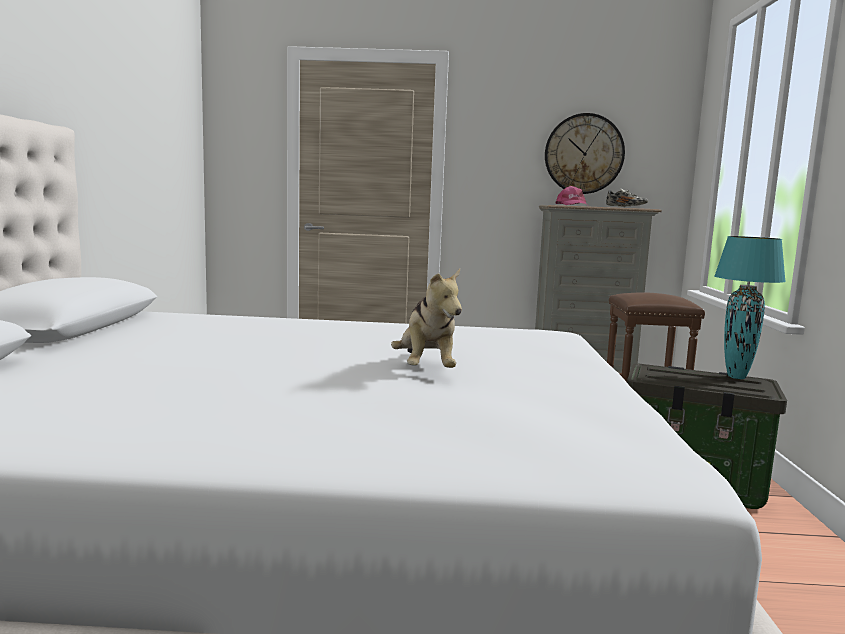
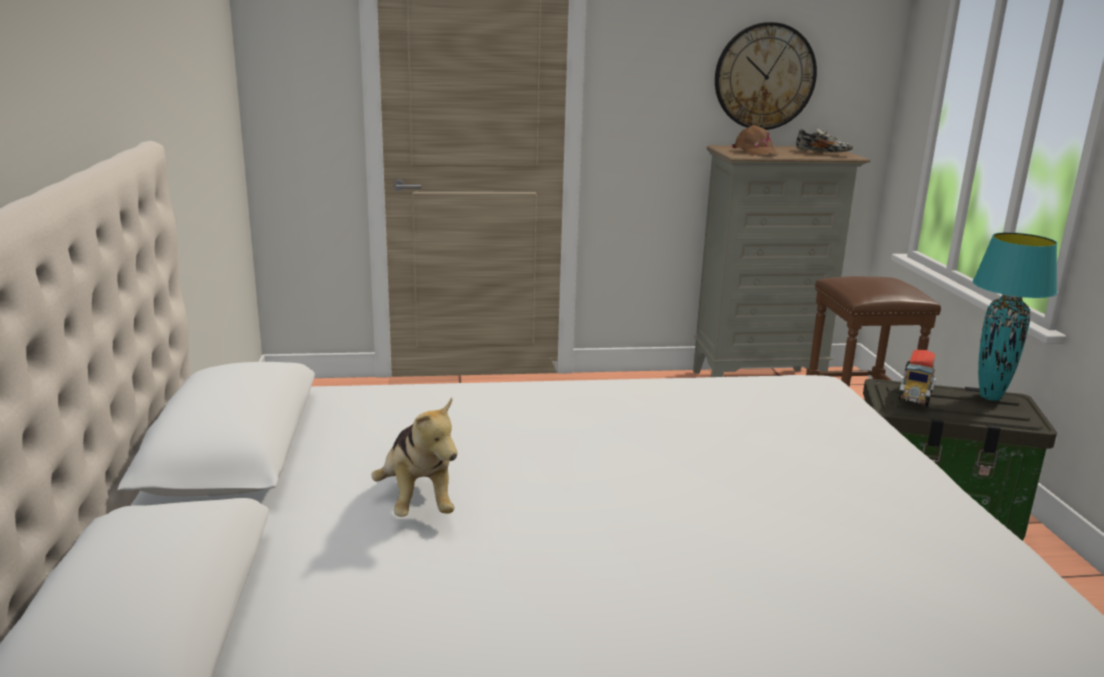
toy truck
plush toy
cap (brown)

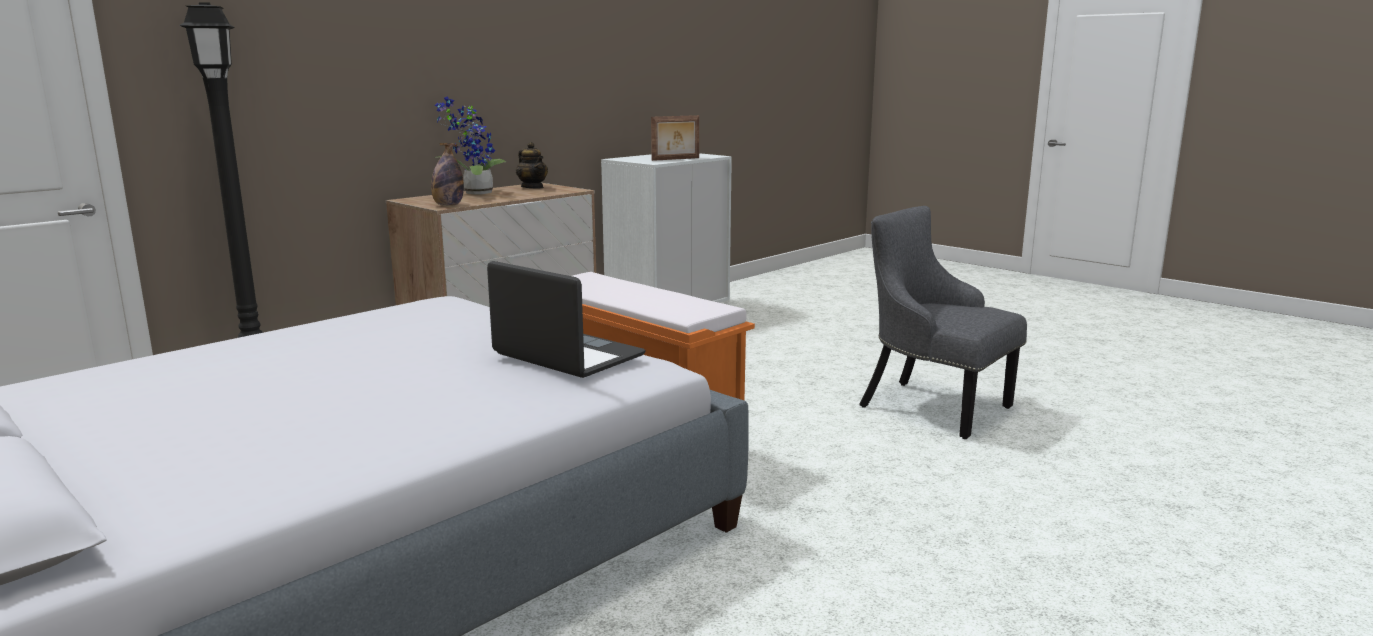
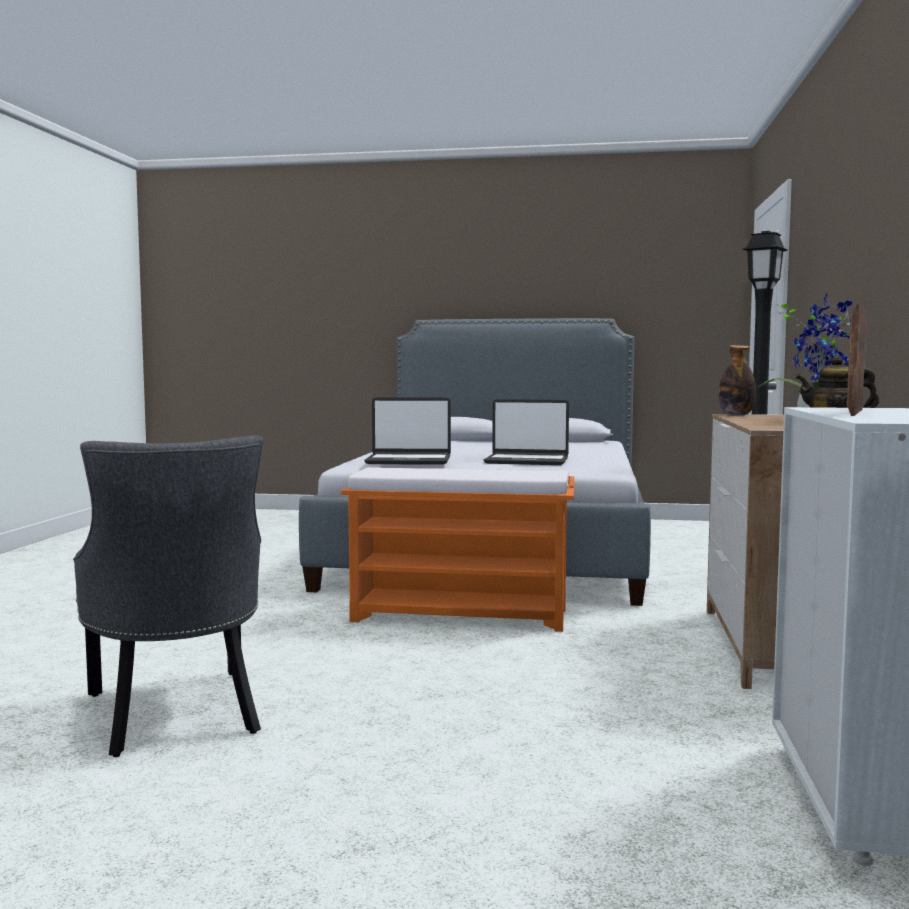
laptop (2nd from left)
armchair (grey)

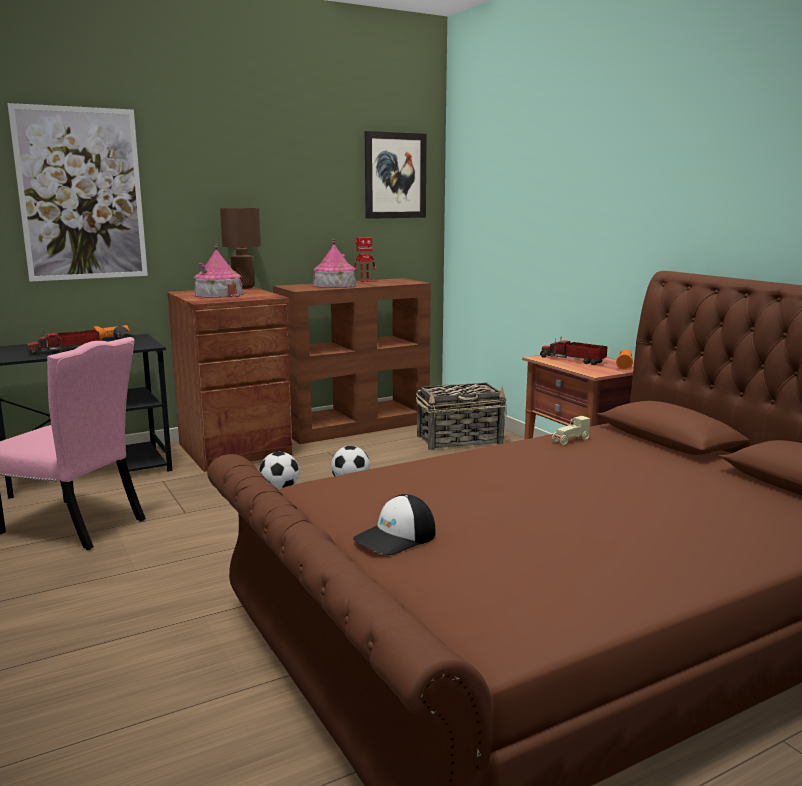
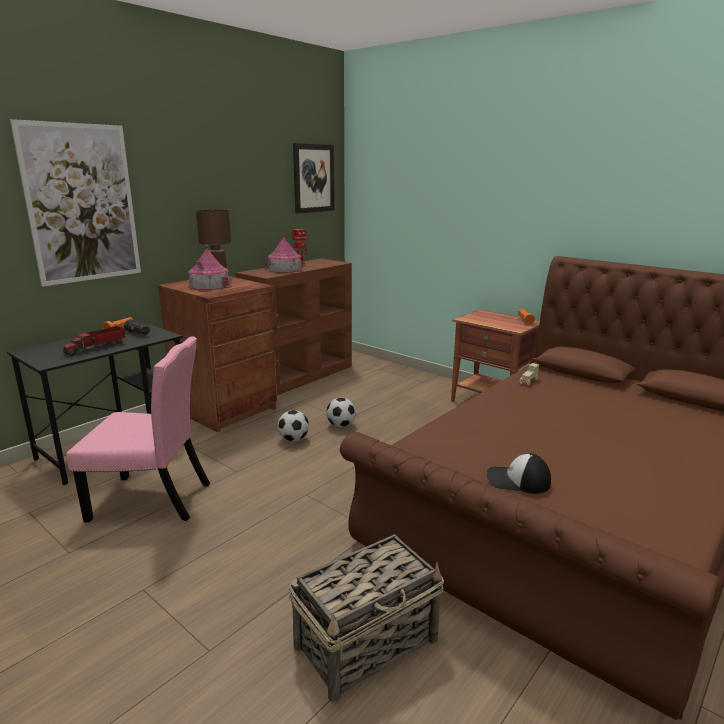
toy truck (2nd from left in the first image)
basket
cap

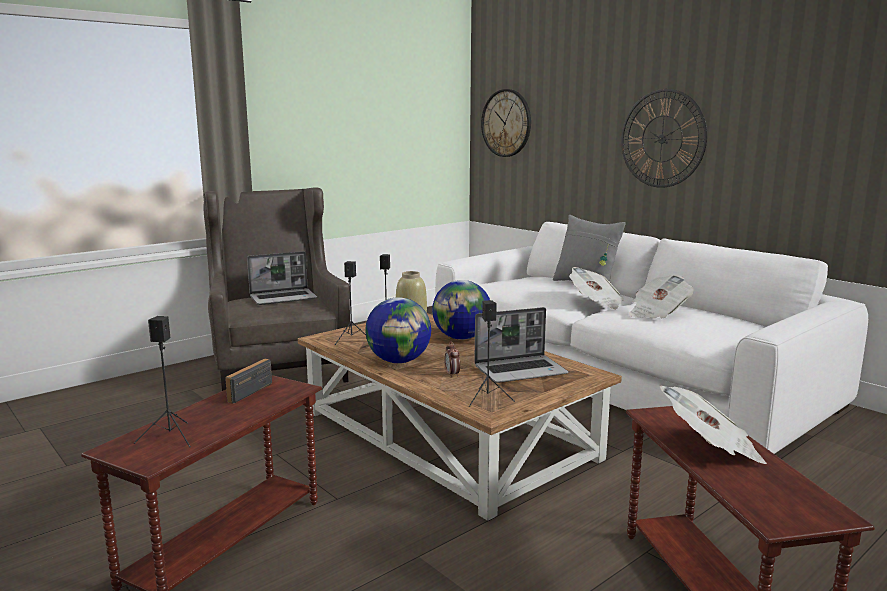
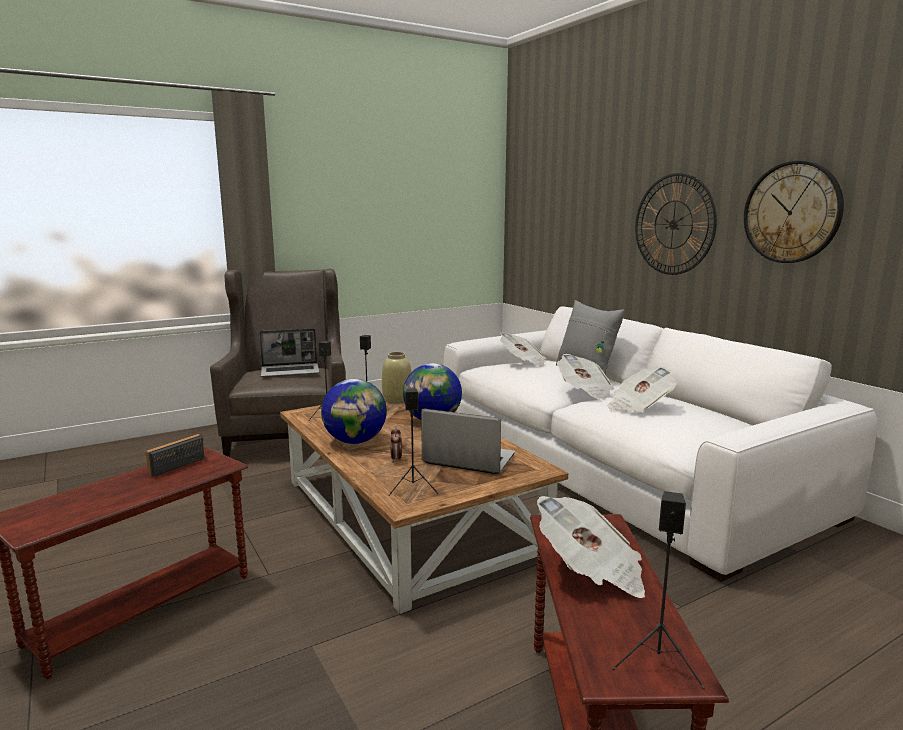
newspaper (1st from left)
speaker (black) (4th from left)
wall clock (2nd from left)
laptop (2nd from left)

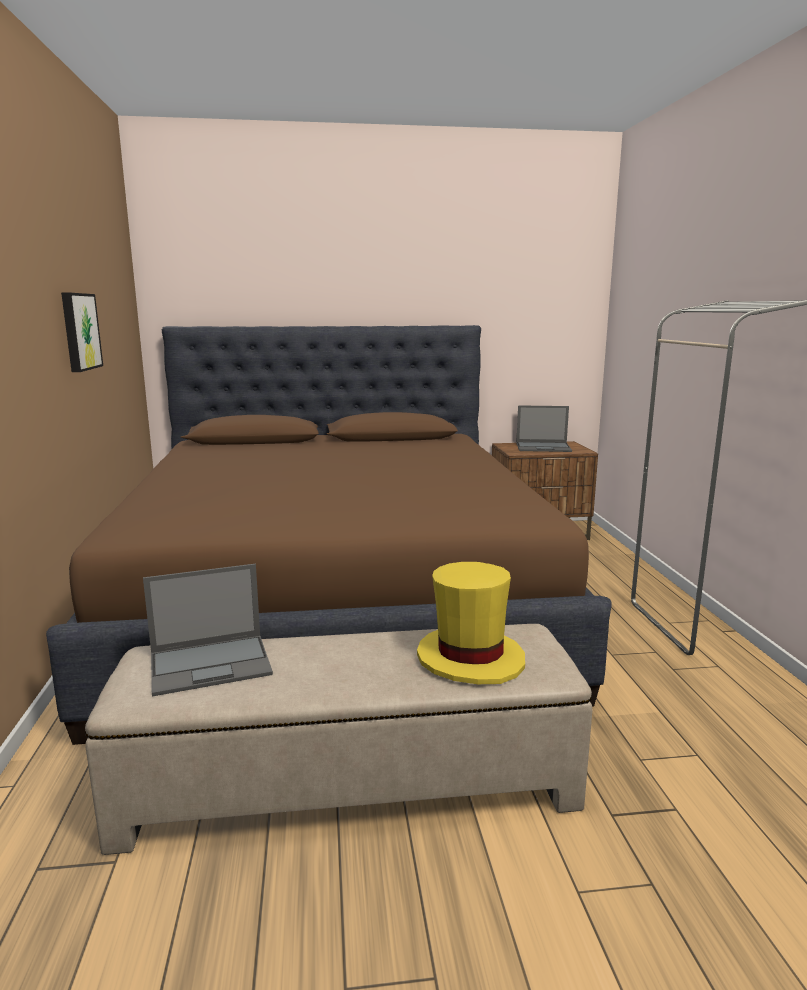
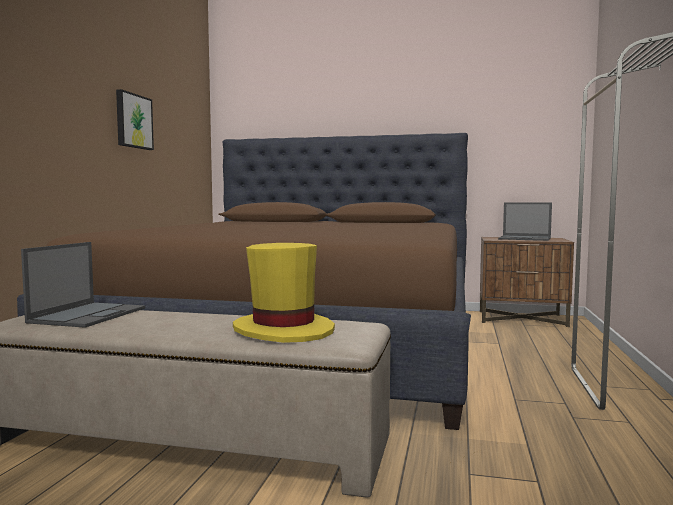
laptop (1st from left)

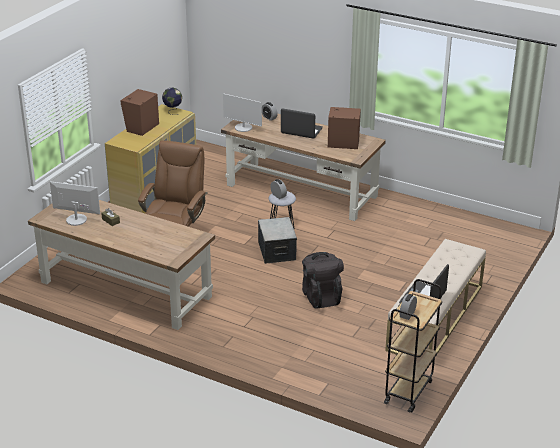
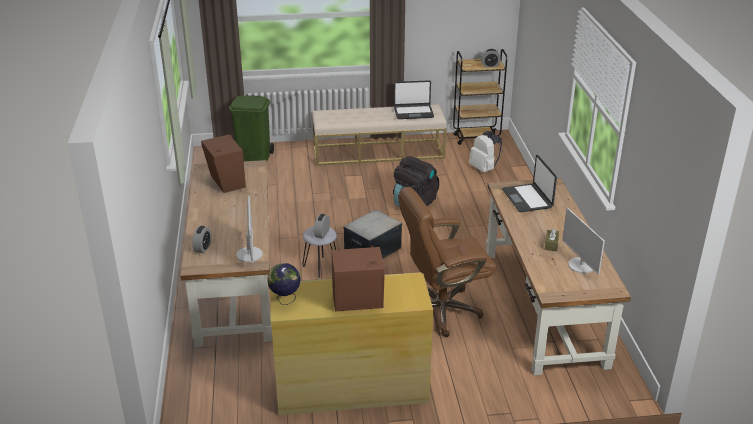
trash can (green)
backpack (white)
laptop (2nd from left)

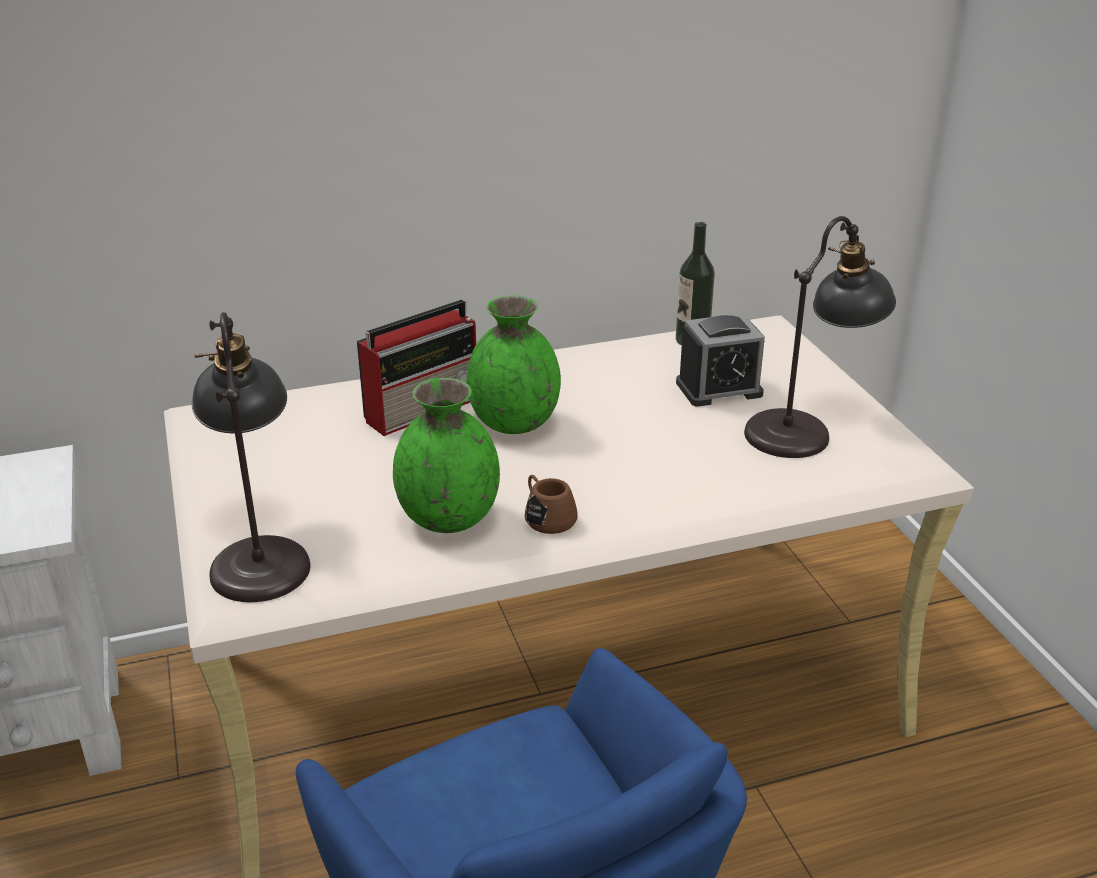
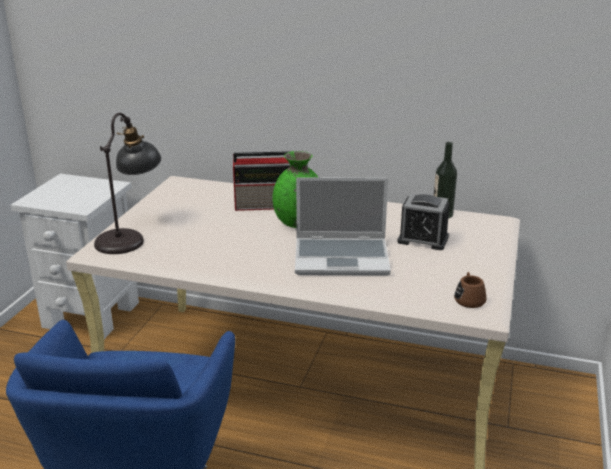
vase (green) (1st from left in the first image)
table lamp (grey) (2nd from left in the first image)
laptop
mug (brown)

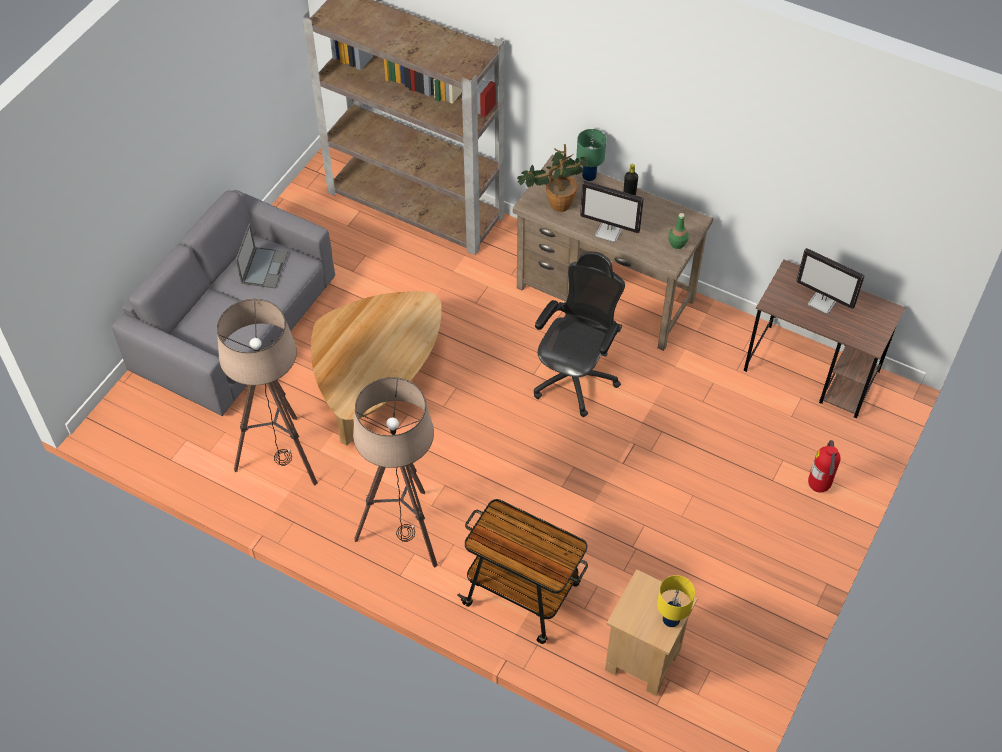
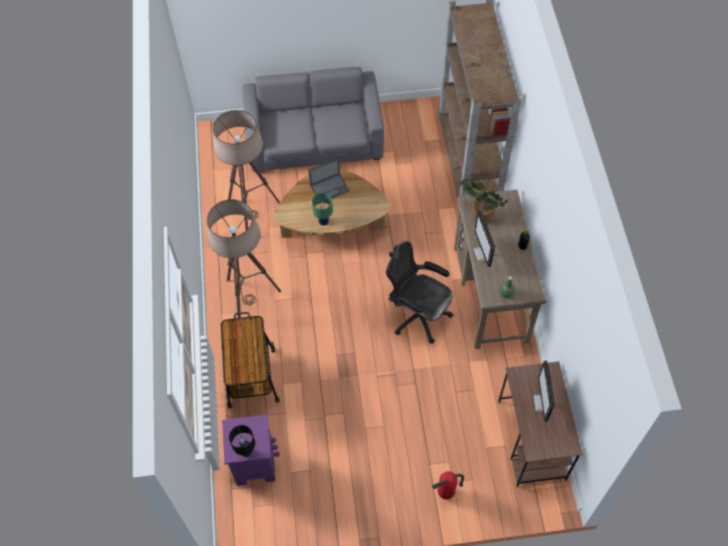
laptop
table lamp (green)
nightstand (purple)
table lamp (black)
office chair

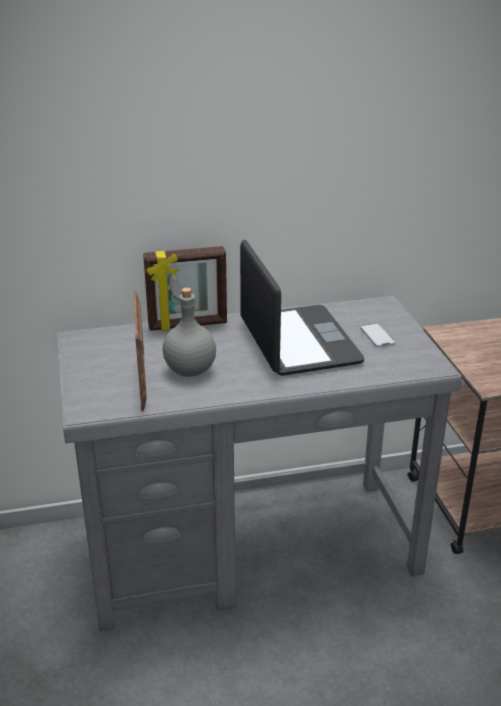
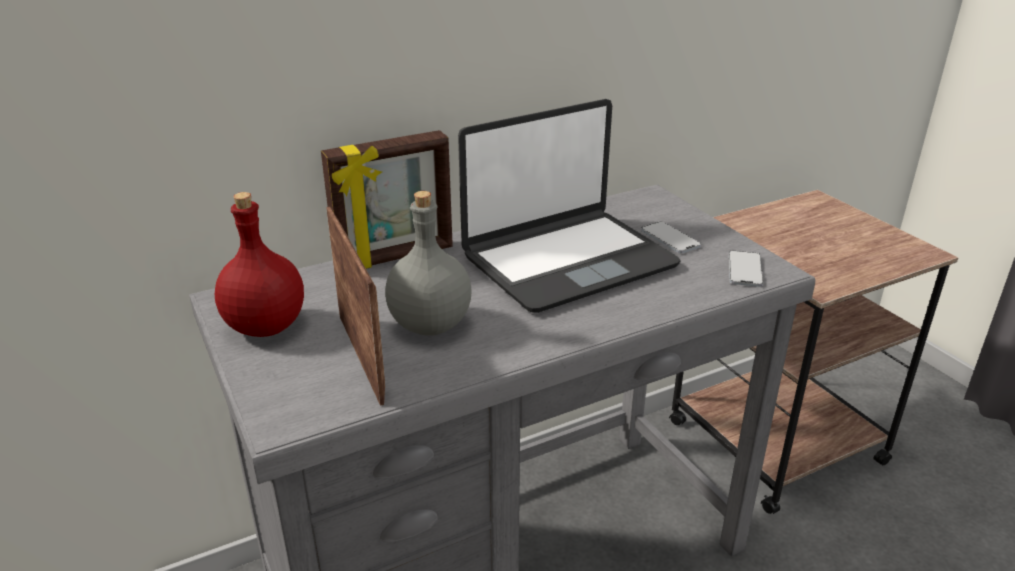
bottle (red)
phone (2nd from left)
laptop

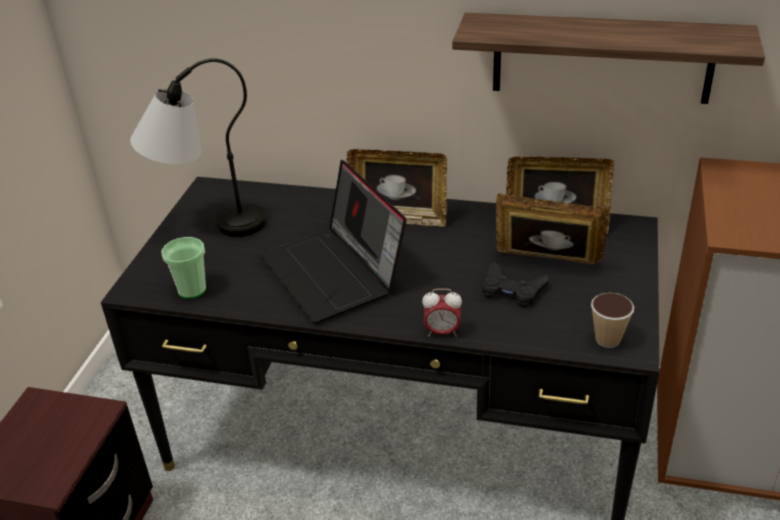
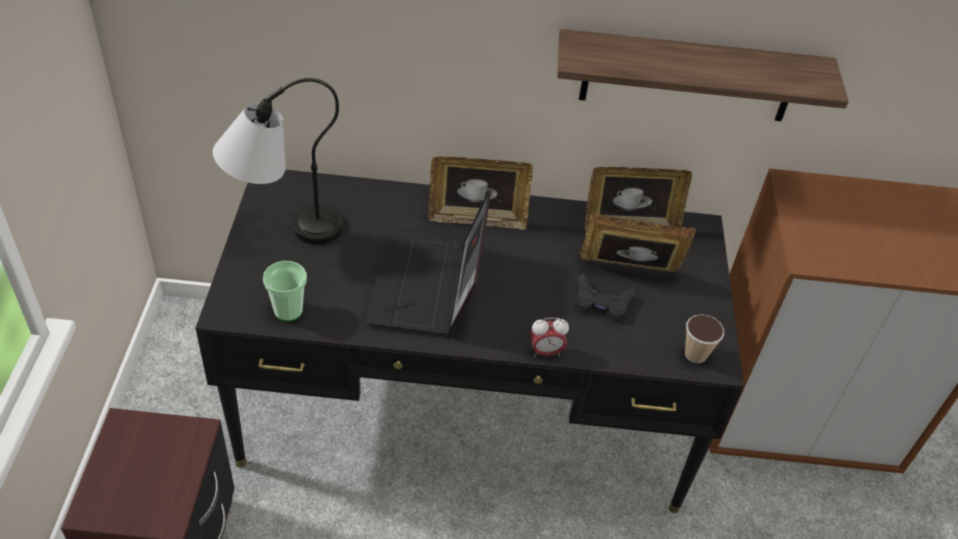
laptop

